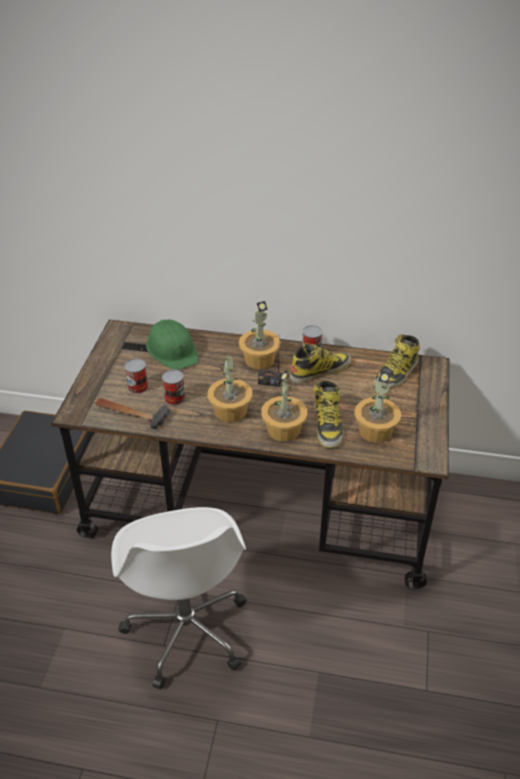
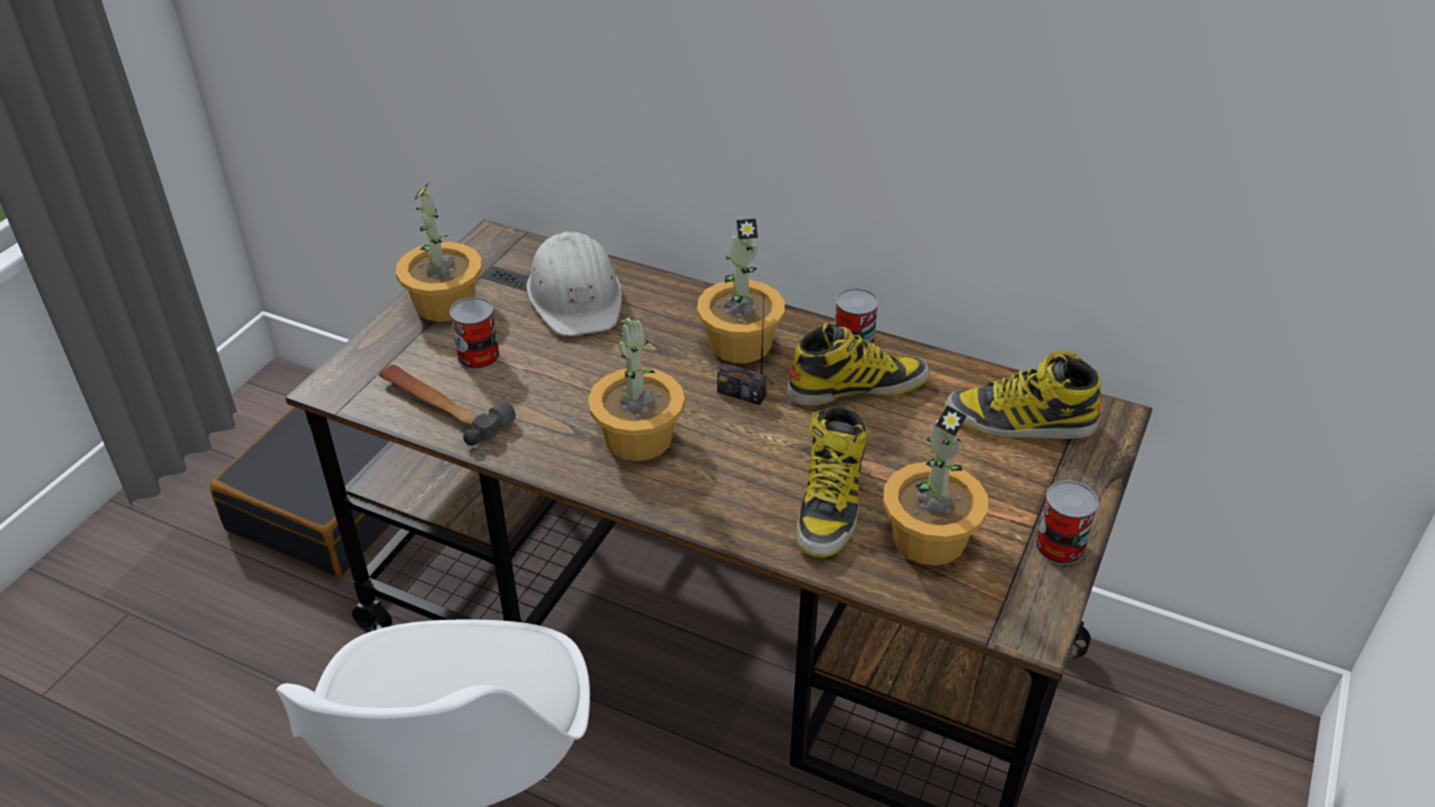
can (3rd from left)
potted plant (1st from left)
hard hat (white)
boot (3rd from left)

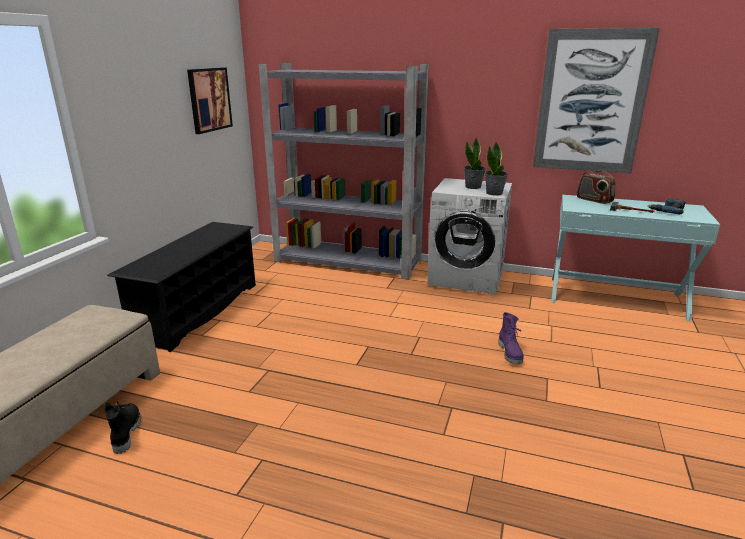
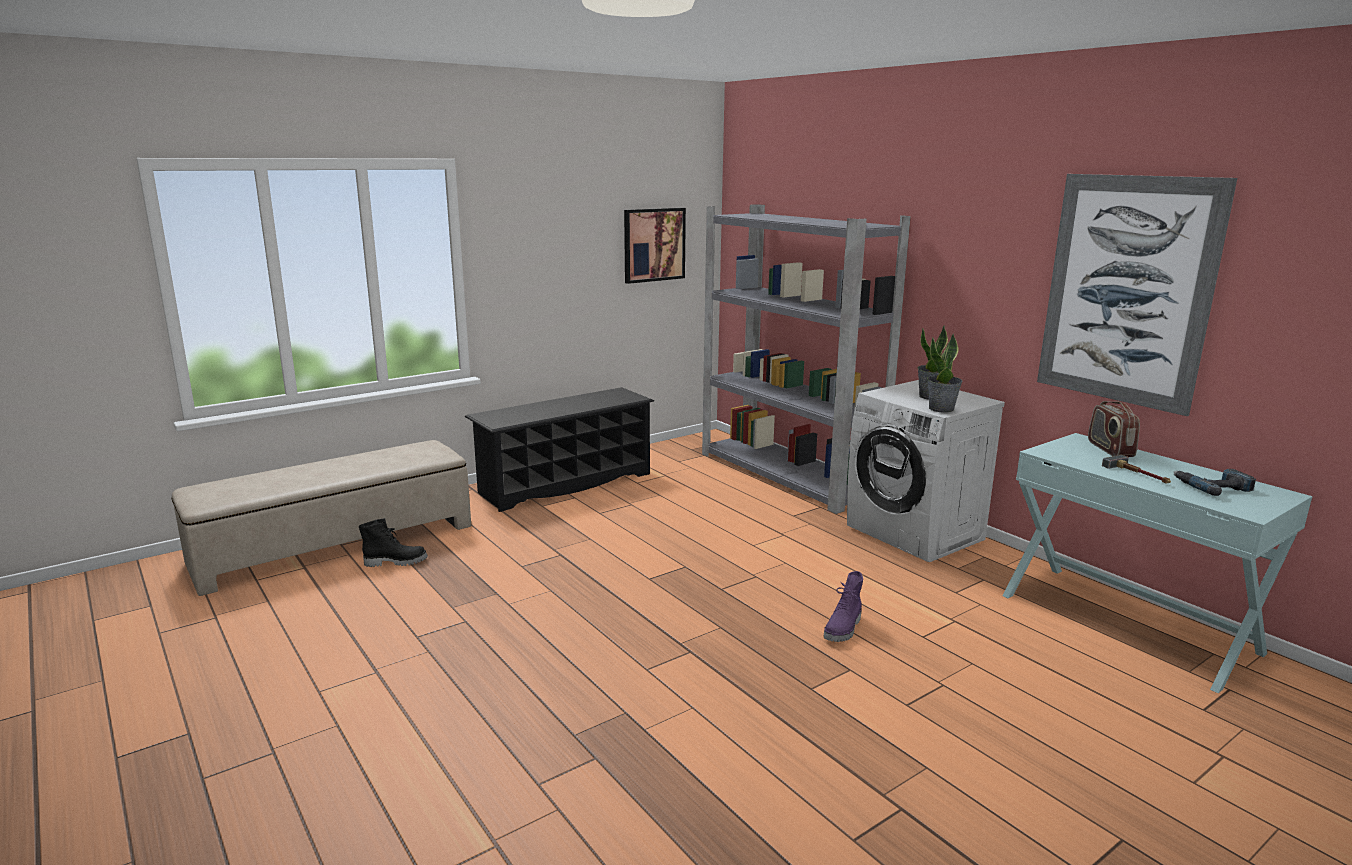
boot (black)

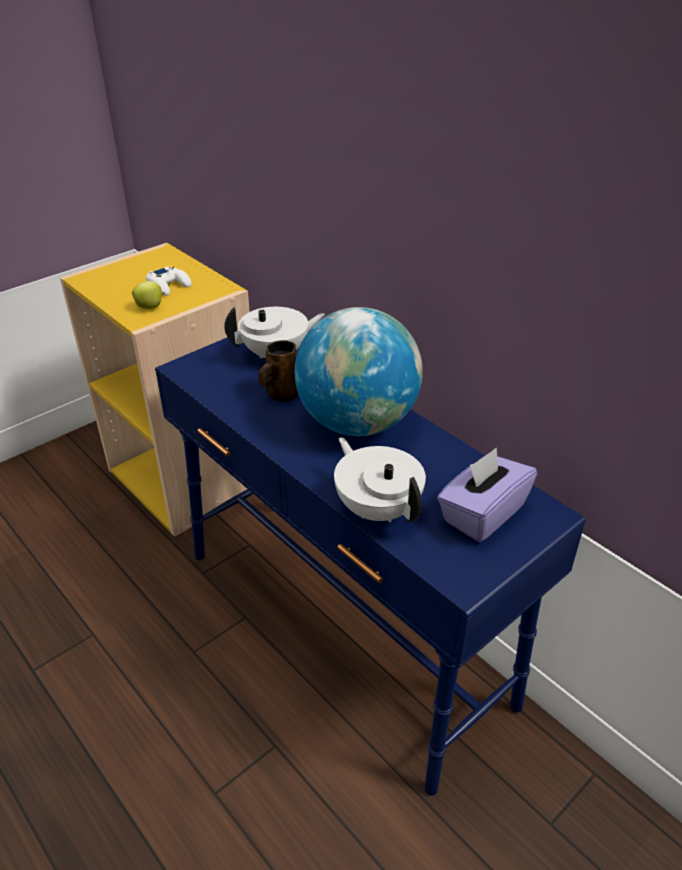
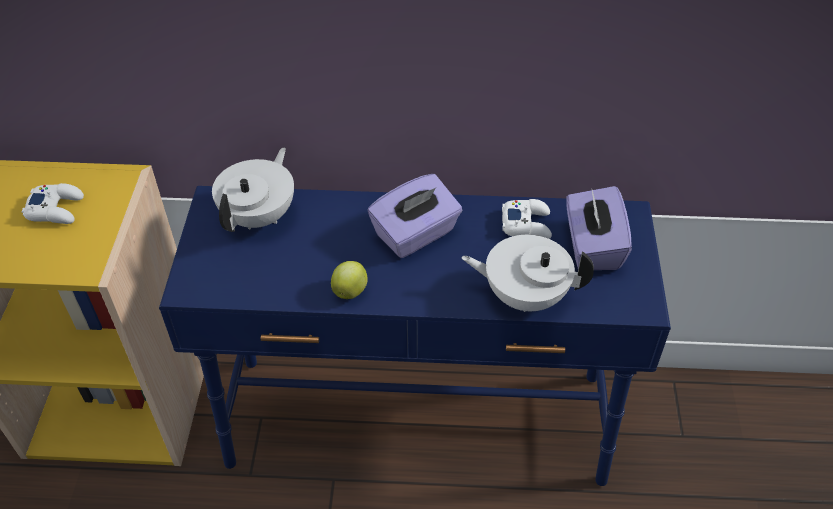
mug (brown)
game controller (white) (2nd from left)
apple
tissue box (purple) (1st from left)

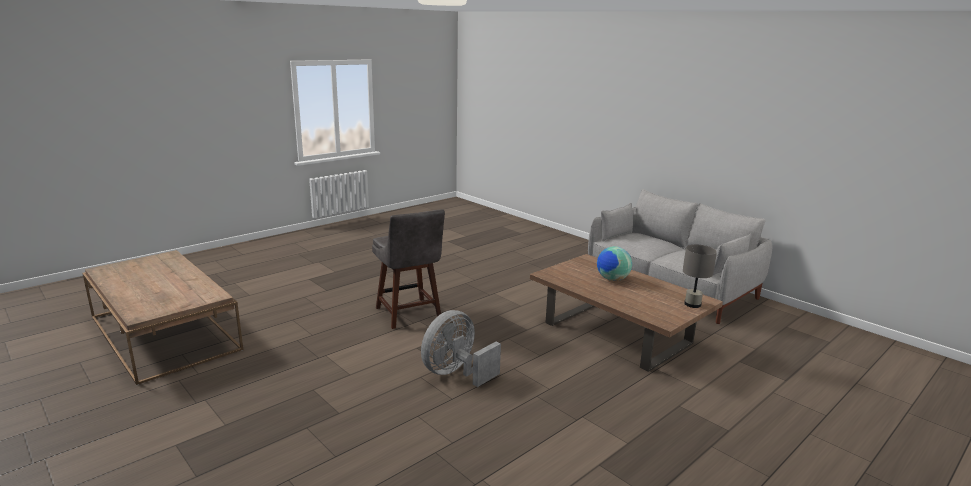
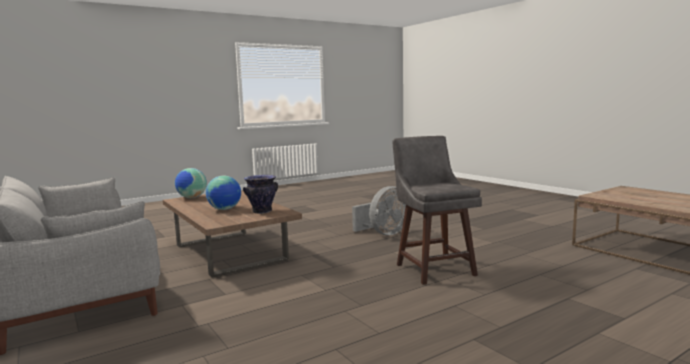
vase
globe (1st from left)

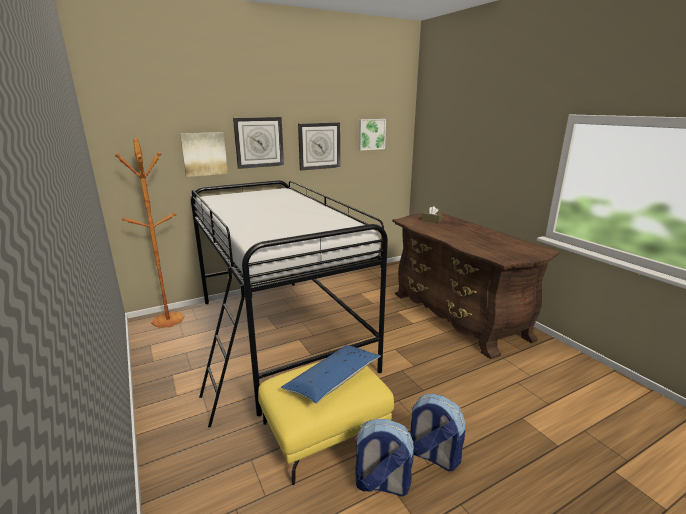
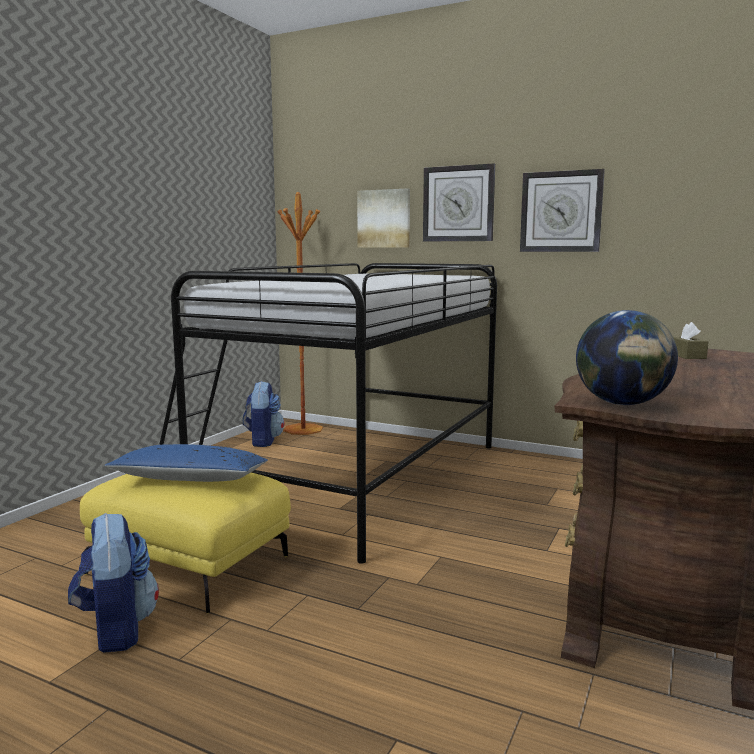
picture (2nd from left in the first image)
globe
backpack (2nd from left)

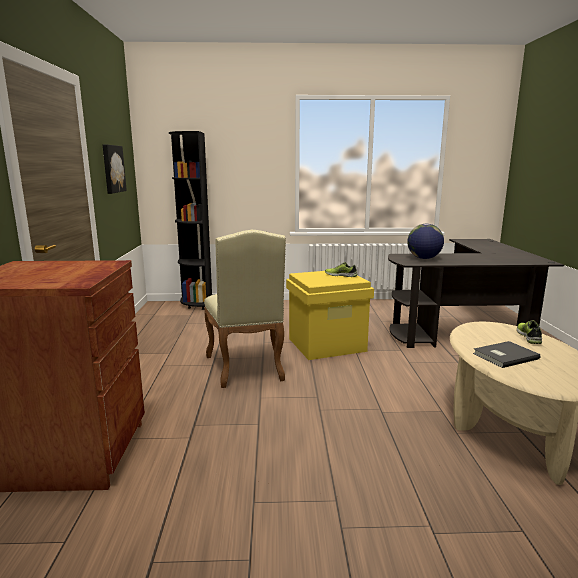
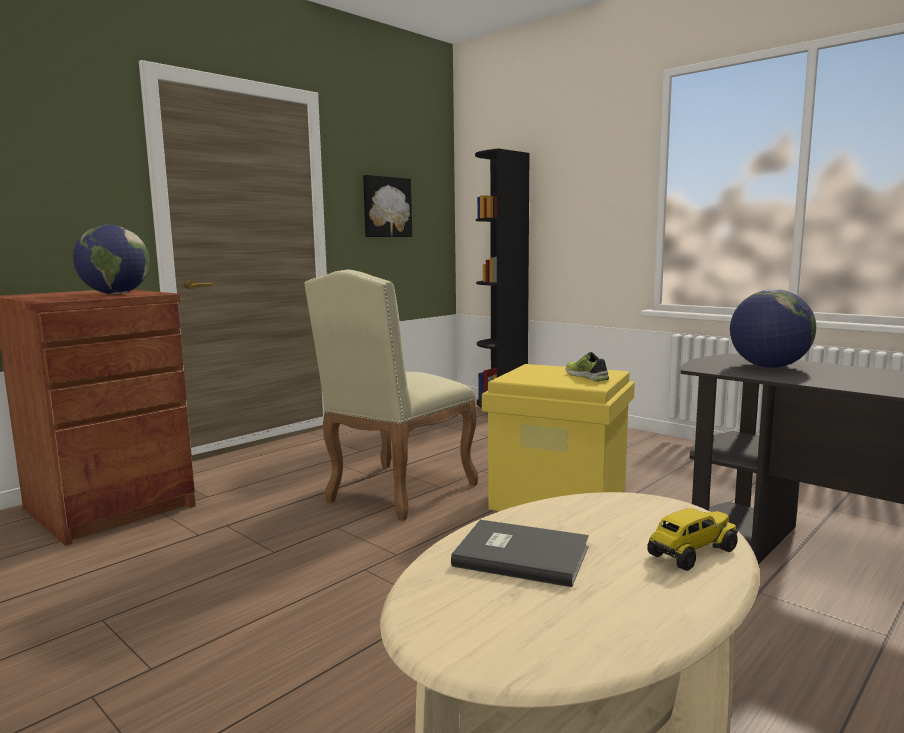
globe (1st from left)
toy truck

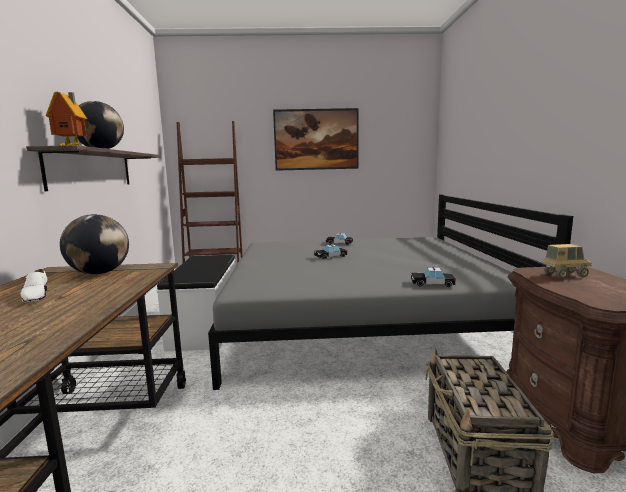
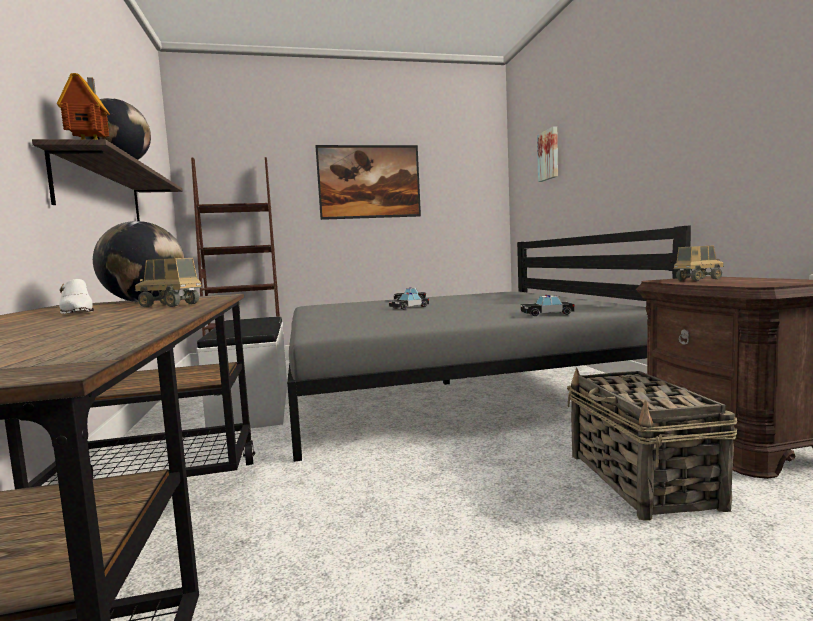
toy truck (1st from left)
picture (2nd from left)

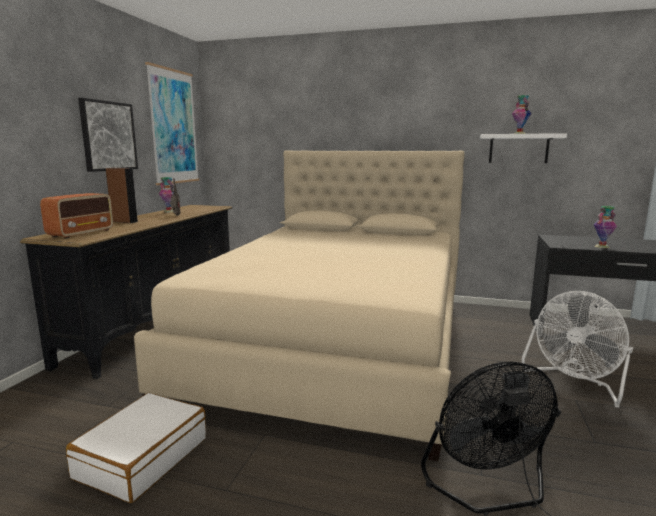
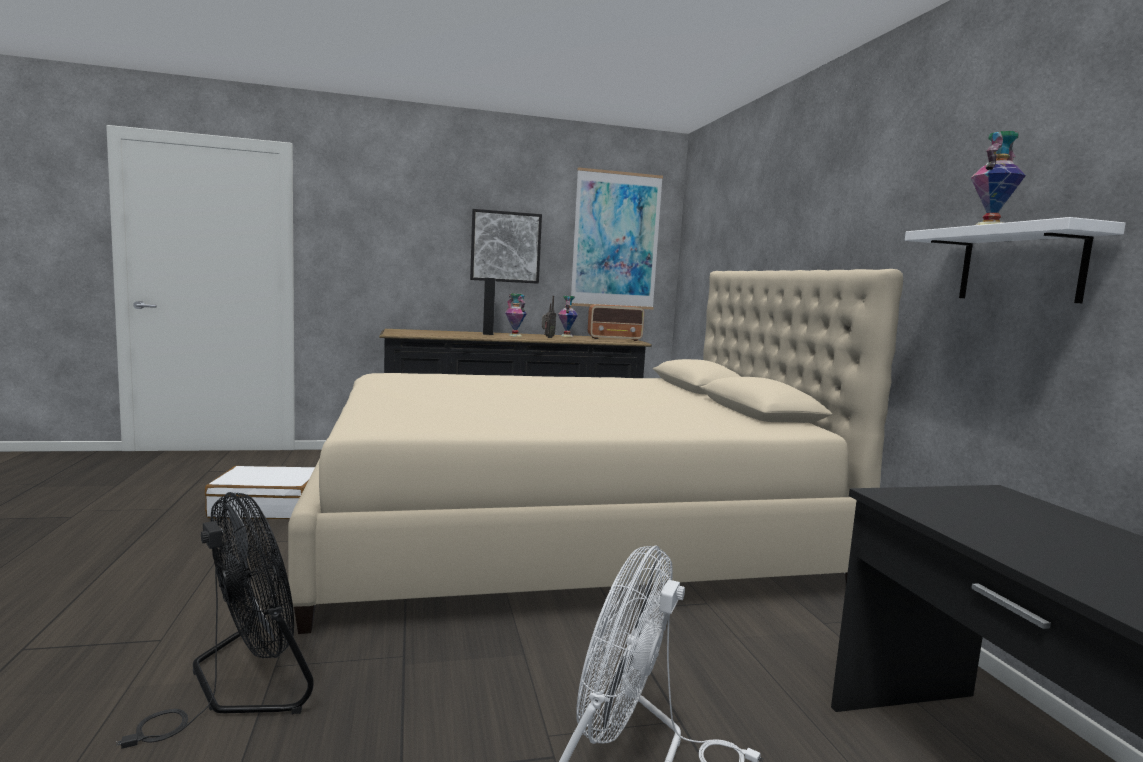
radio (2nd from left)
vase (1st from left)

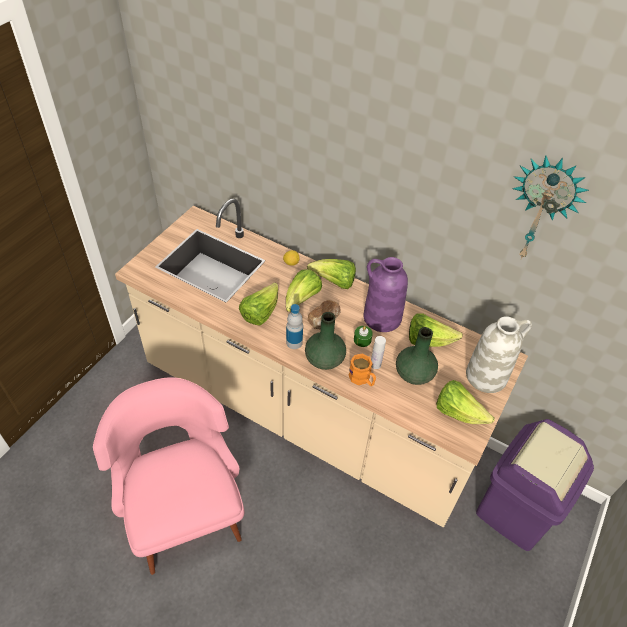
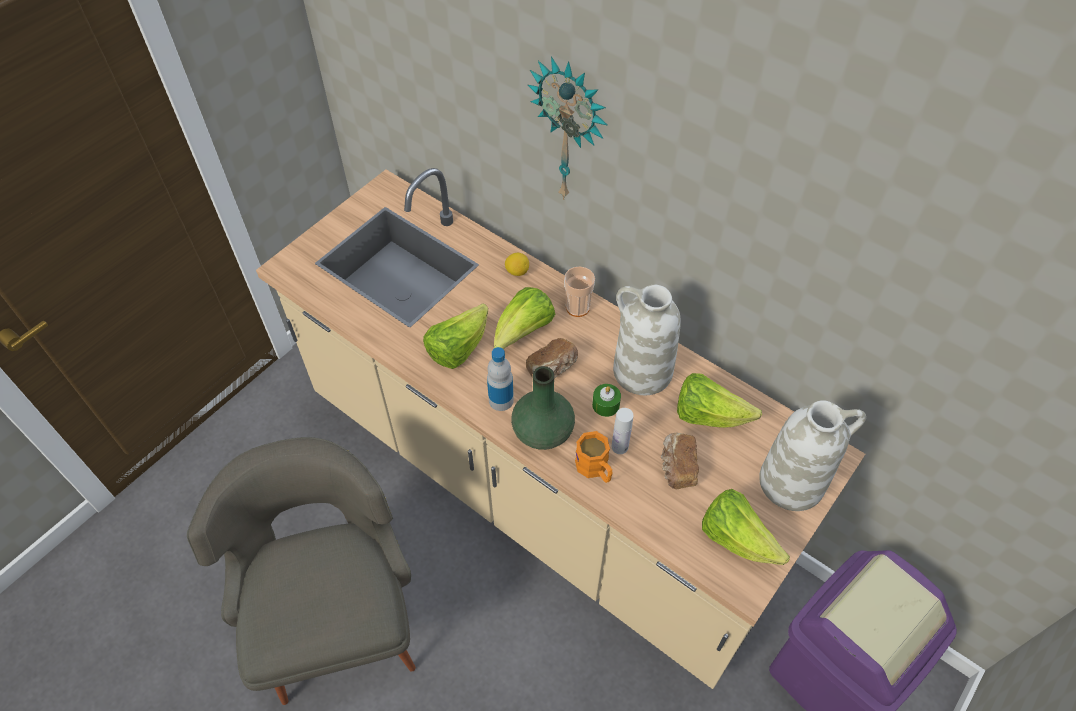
wall clock
cup
bread (2nd from left)
chair (grey)
vase (white) (1st from left)

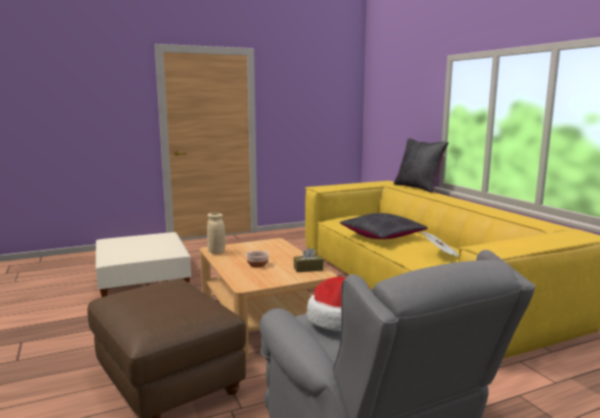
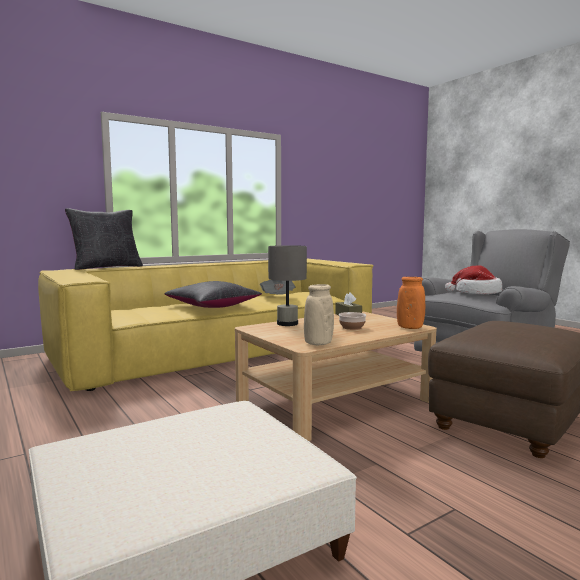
table lamp (grey)
vase (orange)

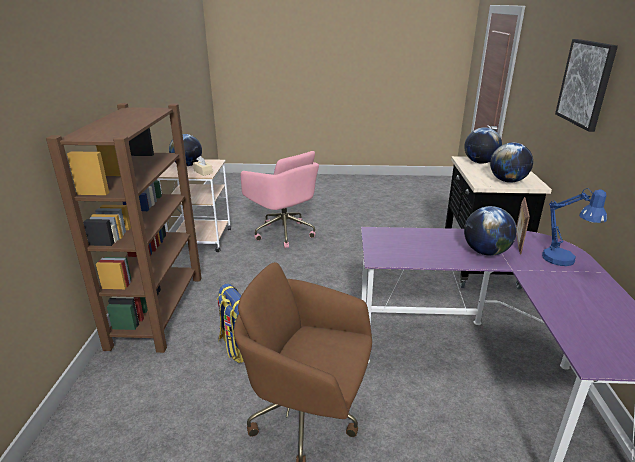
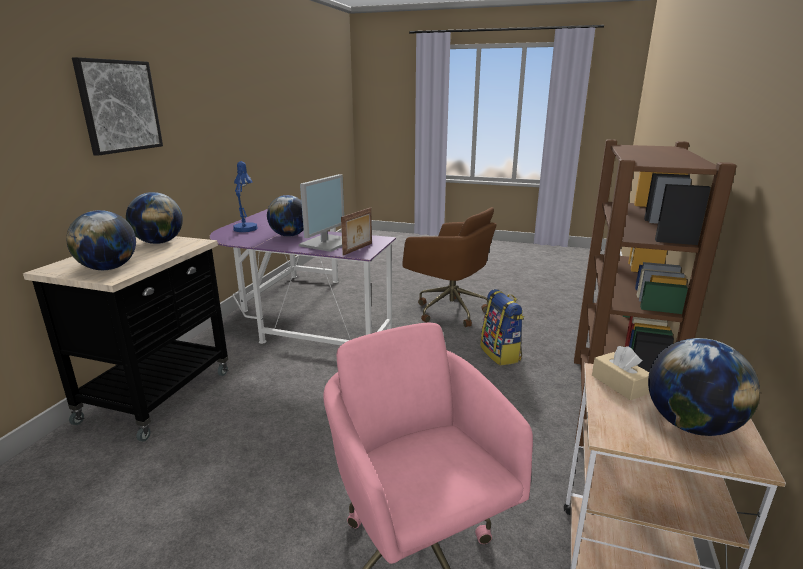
monitor
picture frame

